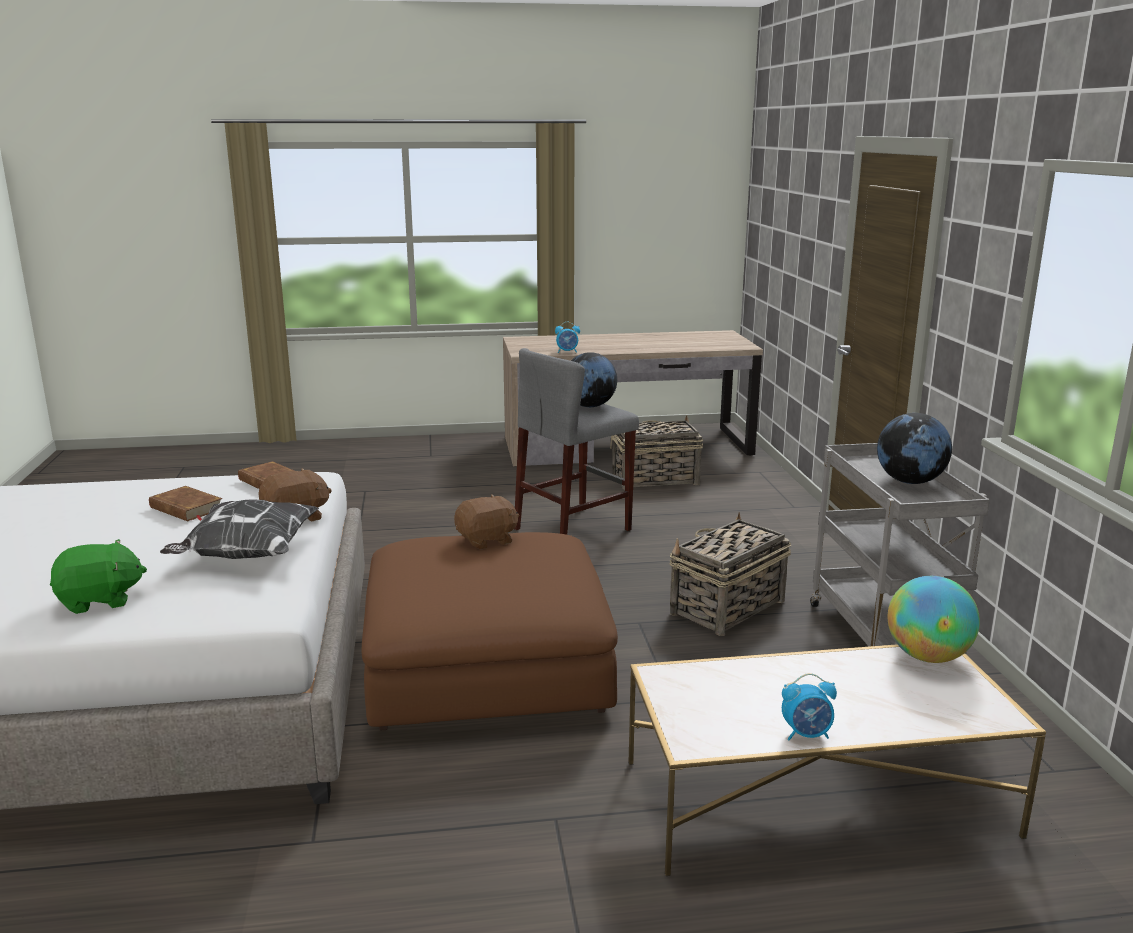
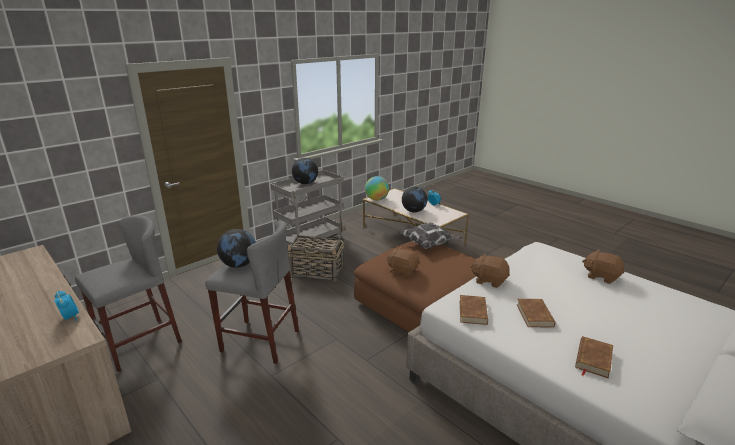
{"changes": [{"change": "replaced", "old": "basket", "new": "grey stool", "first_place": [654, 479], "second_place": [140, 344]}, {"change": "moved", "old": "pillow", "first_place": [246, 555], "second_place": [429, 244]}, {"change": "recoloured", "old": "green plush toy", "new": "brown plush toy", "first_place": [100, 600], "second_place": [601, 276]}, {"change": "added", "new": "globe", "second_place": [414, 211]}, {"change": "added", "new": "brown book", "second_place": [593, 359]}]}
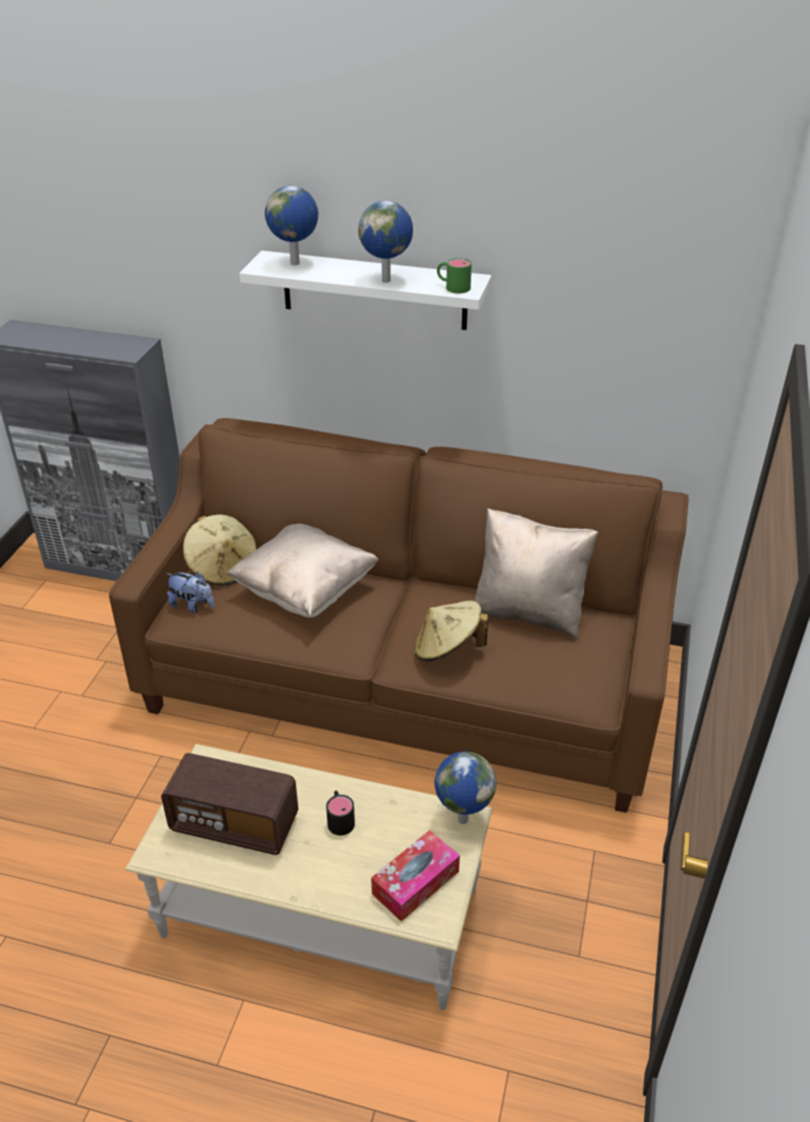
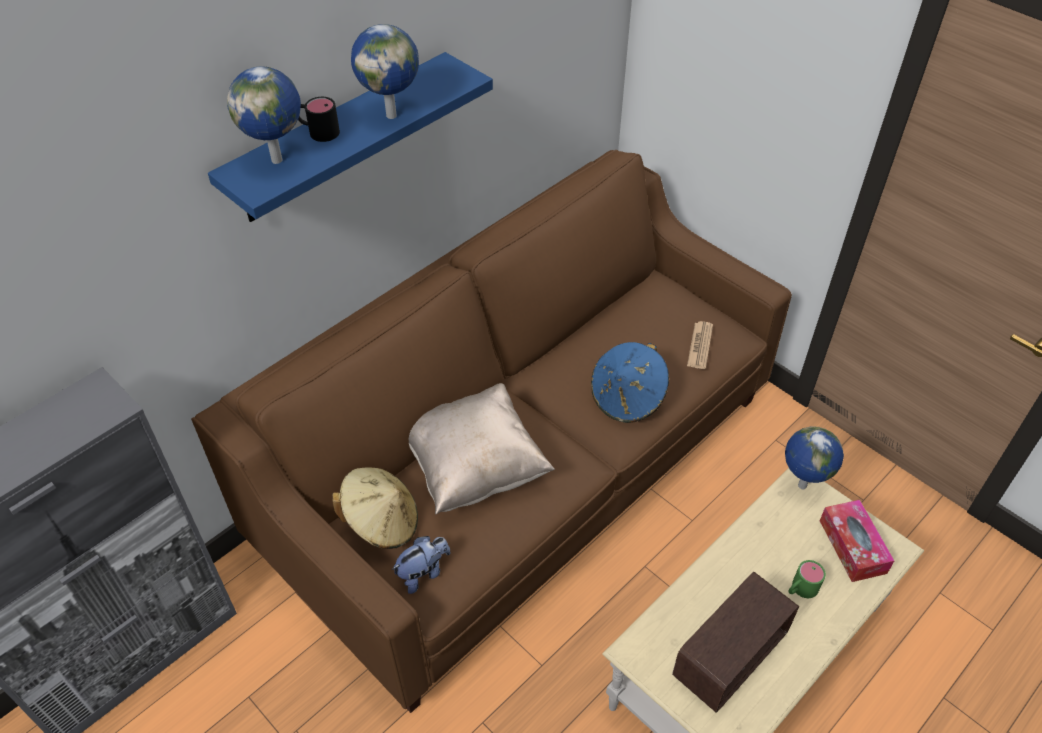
{"changes": [{"change": "recoloured", "old": "white shelf", "new": "blue shelf", "first_place": [374, 290], "second_place": [339, 139]}, {"change": "moved", "old": "green mug", "first_place": [453, 287], "second_place": [800, 589]}, {"change": "removed", "old": "beige pillow", "first_place": [528, 612]}, {"change": "recoloured", "old": "beige hat", "new": "blue hat", "first_place": [447, 649], "second_place": [627, 398]}, {"change": "moved", "old": "black mug", "first_place": [340, 818], "second_place": [318, 131]}, {"change": "added", "new": "newspaper", "second_place": [700, 345]}]}
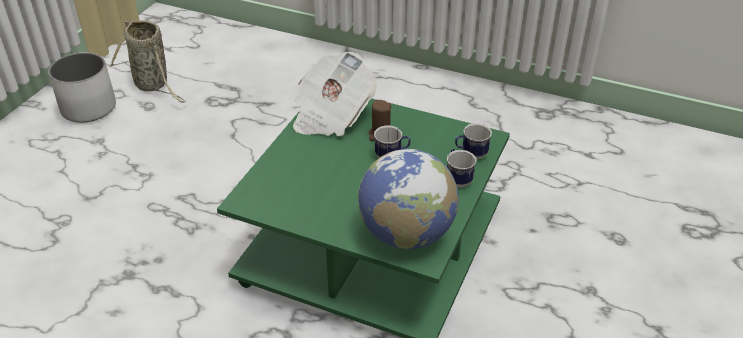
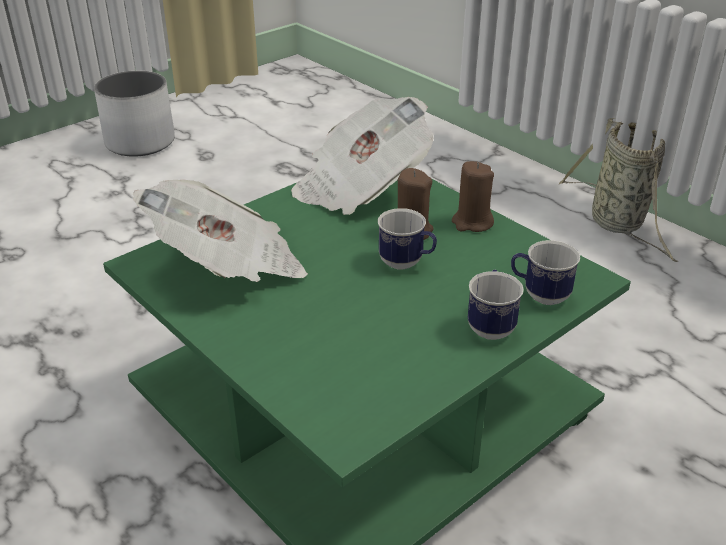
{"changes": [{"change": "moved", "old": "basket", "first_place": [153, 85], "second_place": [619, 224]}, {"change": "removed", "old": "globe", "first_place": [406, 234]}, {"change": "added", "new": "brown candle", "second_place": [472, 222]}, {"change": "added", "new": "newspaper", "second_place": [229, 267]}]}
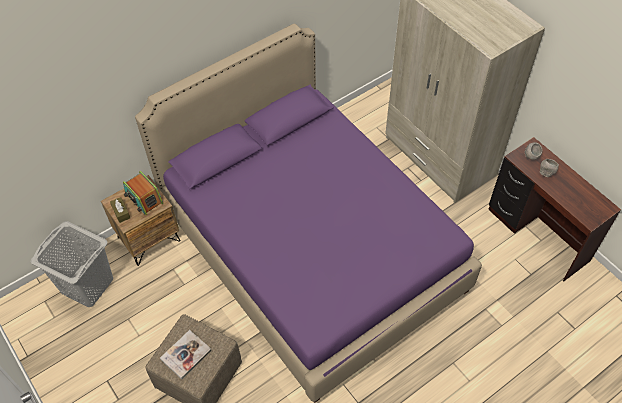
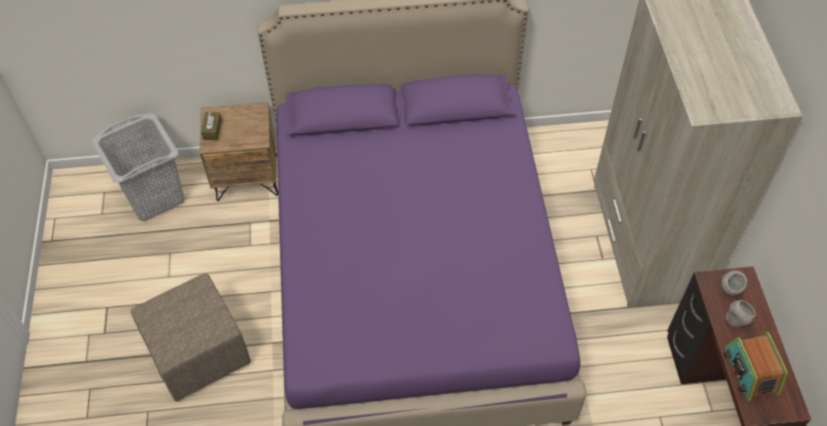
{"changes": [{"change": "moved", "old": "radio", "first_place": [143, 198], "second_place": [750, 371]}, {"change": "removed", "old": "book", "first_place": [186, 355]}]}
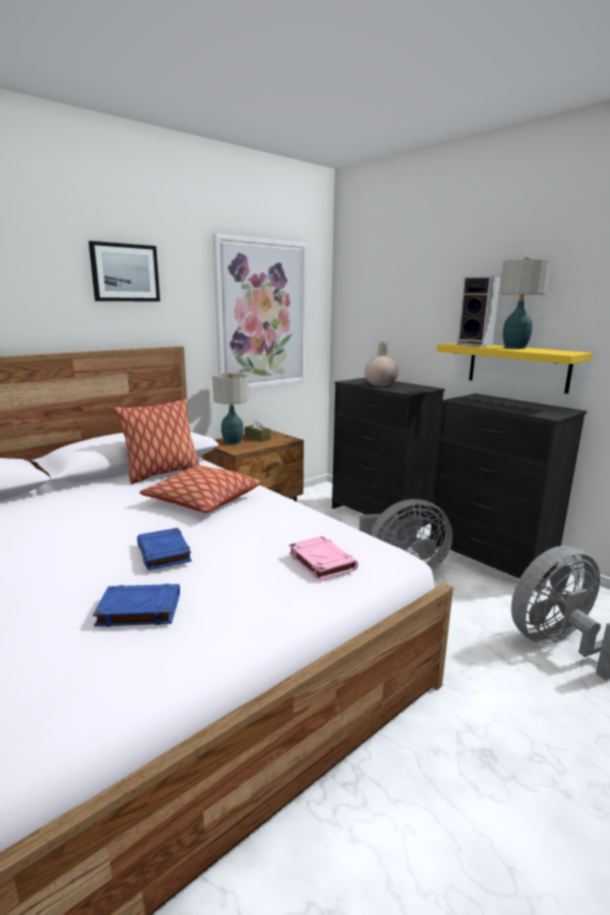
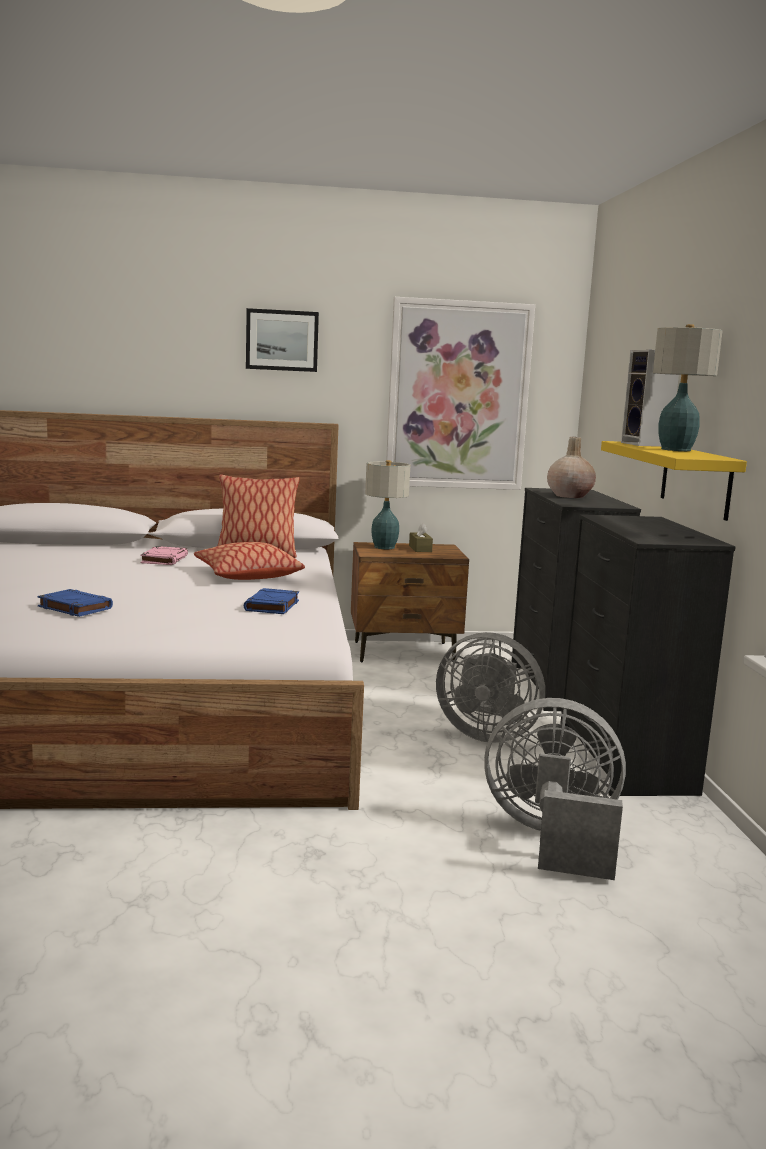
{"changes": [{"change": "moved", "old": "blue book", "first_place": [164, 553], "second_place": [272, 606]}, {"change": "moved", "old": "pink book", "first_place": [321, 561], "second_place": [164, 559]}]}
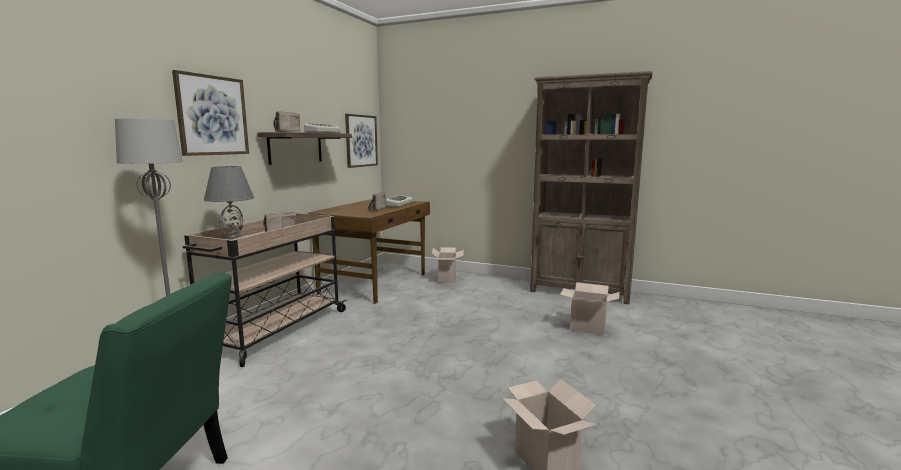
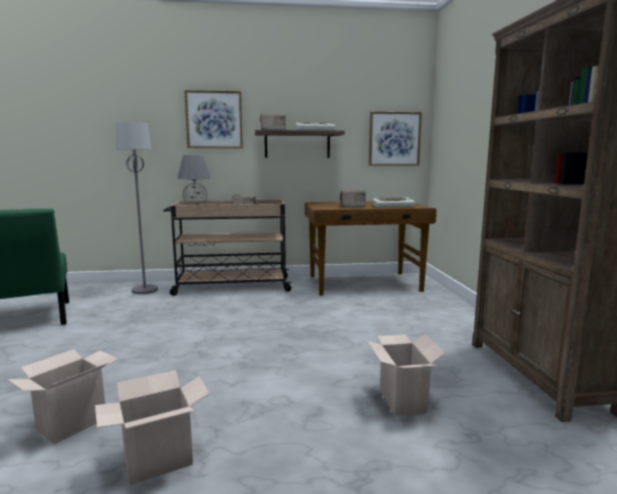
{"changes": [{"change": "moved", "old": "cardboard box", "first_place": [448, 280], "second_place": [156, 463]}]}
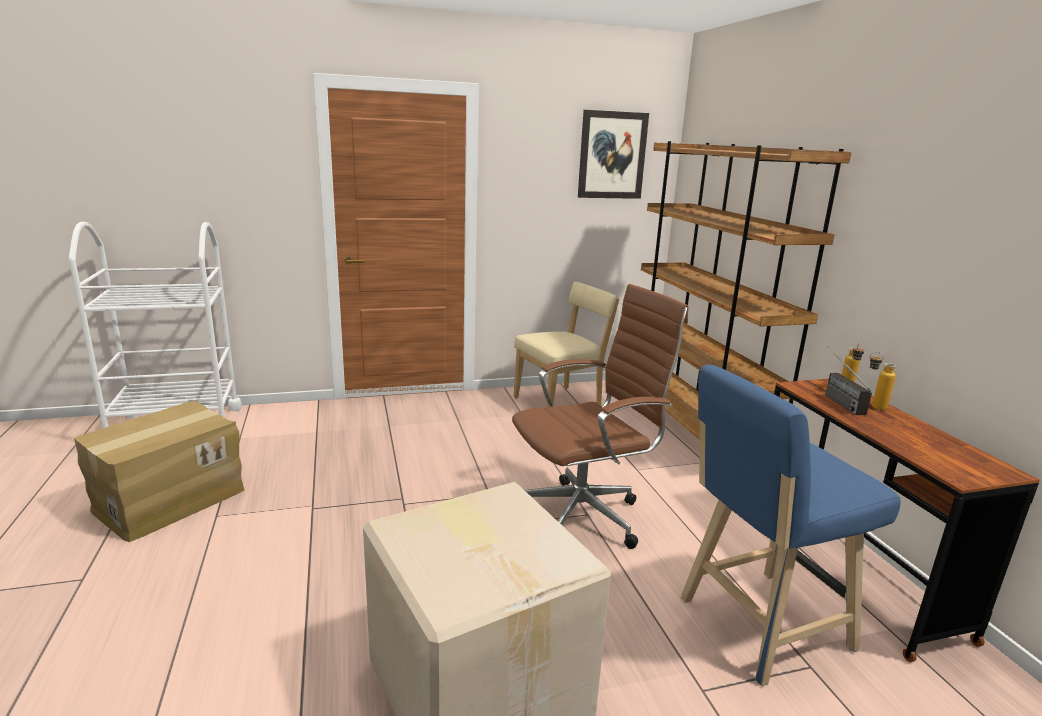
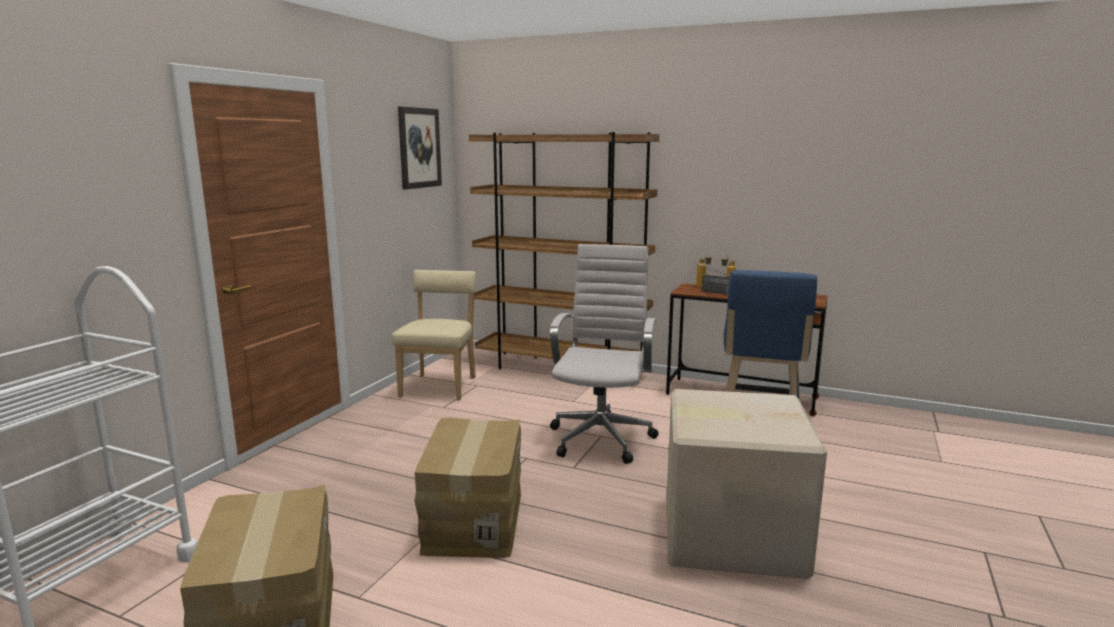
{"changes": [{"change": "recoloured", "old": "brown office chair", "new": "white office chair", "first_place": [585, 516], "second_place": [602, 437]}, {"change": "added", "new": "cardboard box", "second_place": [472, 520]}]}
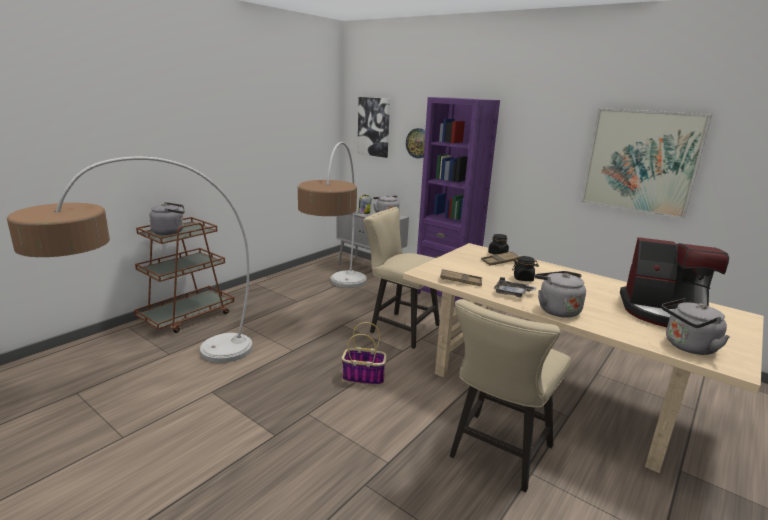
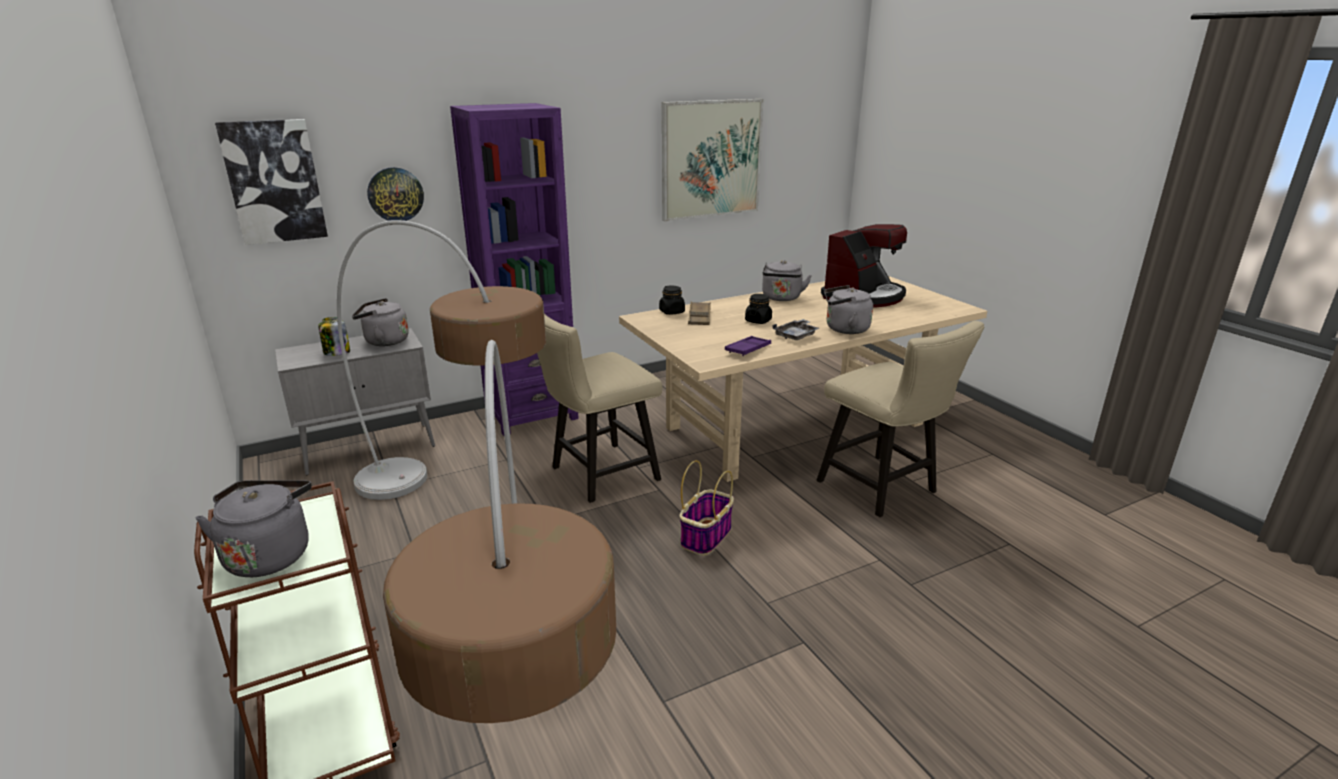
{"changes": [{"change": "recoloured", "old": "brown tray", "new": "purple tray", "first_place": [460, 281], "second_place": [748, 349]}, {"change": "moved", "old": "grey kettle", "first_place": [687, 347], "second_place": [781, 298]}]}
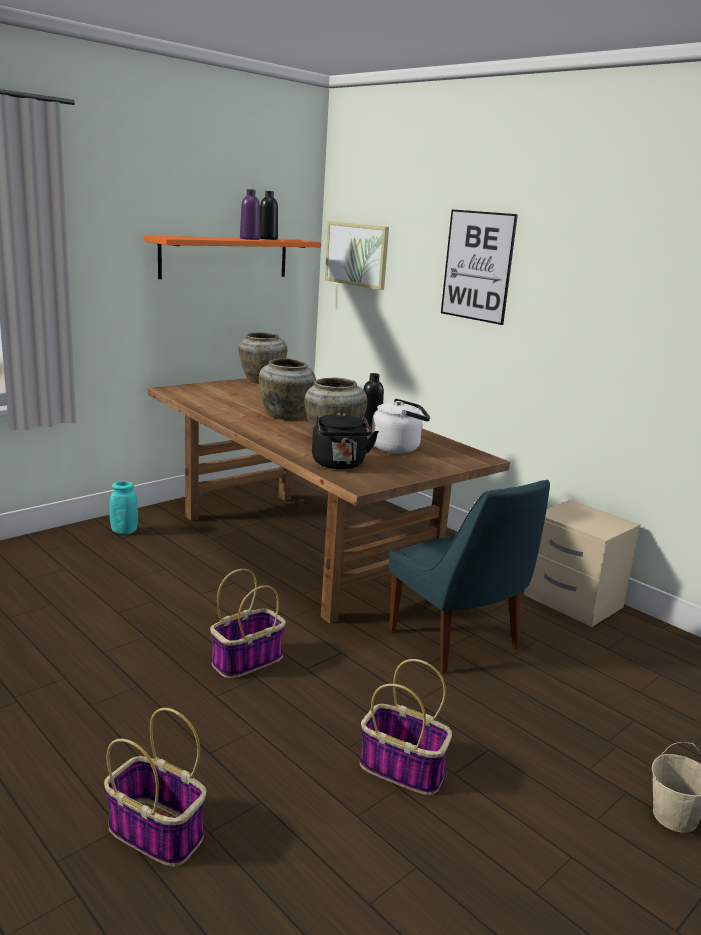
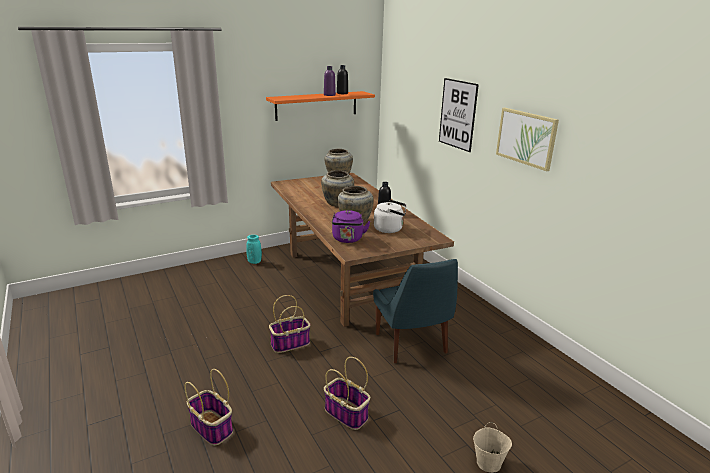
{"changes": [{"change": "moved", "old": "picture", "first_place": [357, 254], "second_place": [526, 138]}, {"change": "recoloured", "old": "black kettle", "new": "purple kettle", "first_place": [339, 465], "second_place": [348, 239]}, {"change": "removed", "old": "beige nightstand", "first_place": [571, 602]}]}
